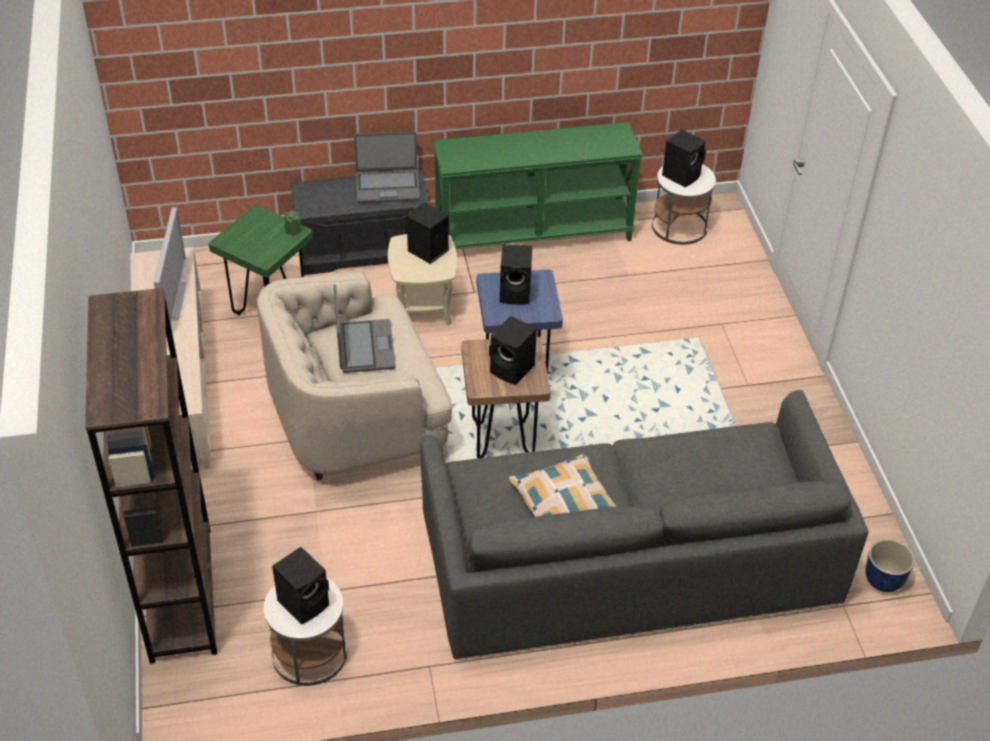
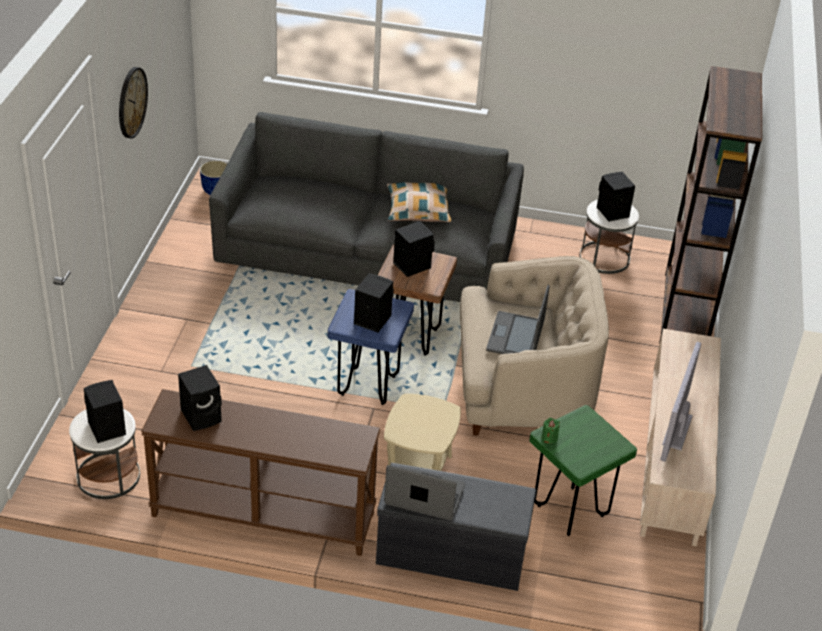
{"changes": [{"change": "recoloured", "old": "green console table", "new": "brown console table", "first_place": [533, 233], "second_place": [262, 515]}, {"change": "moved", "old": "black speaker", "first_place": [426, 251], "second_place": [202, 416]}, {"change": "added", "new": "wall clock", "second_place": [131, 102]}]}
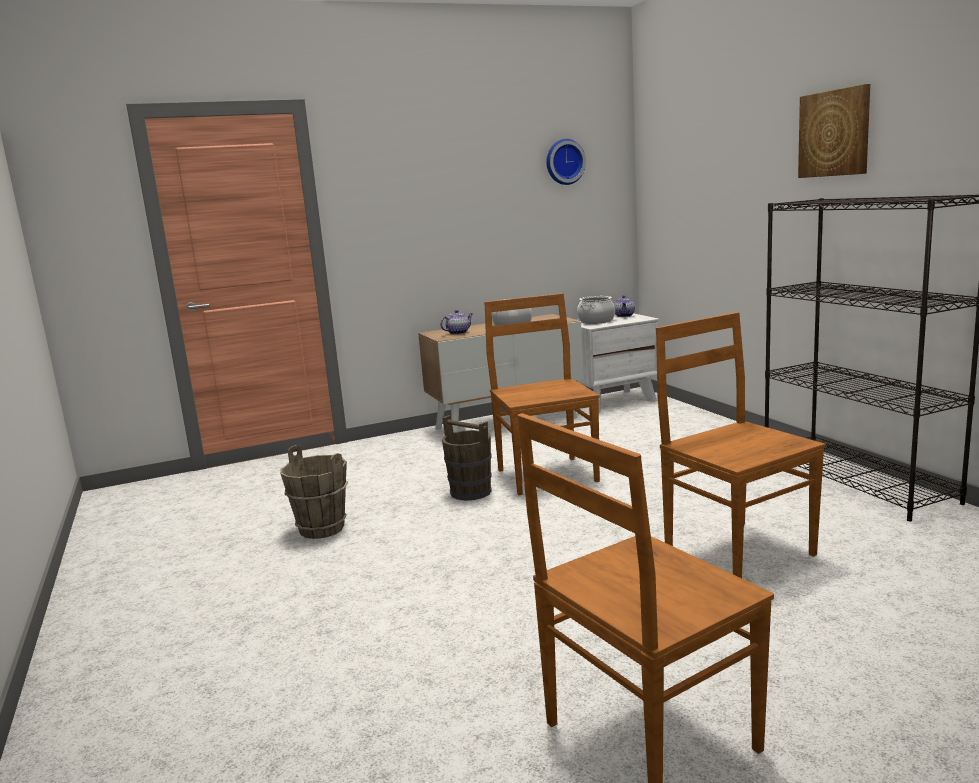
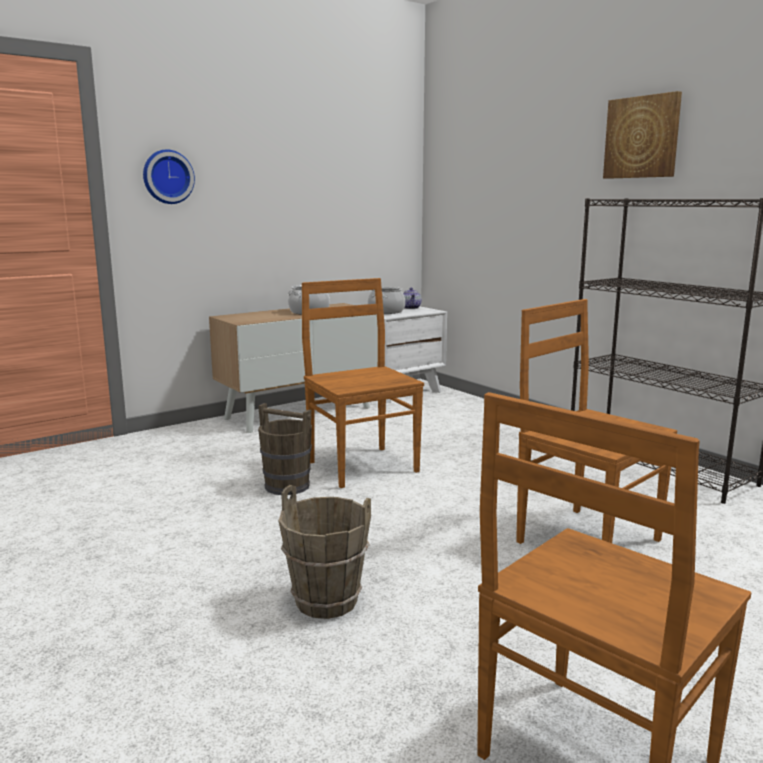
{"changes": [{"change": "moved", "old": "wall clock", "first_place": [564, 162], "second_place": [167, 177]}, {"change": "removed", "old": "teapot", "first_place": [458, 333]}, {"change": "moved", "old": "brown bucket", "first_place": [321, 529], "second_place": [326, 601]}]}
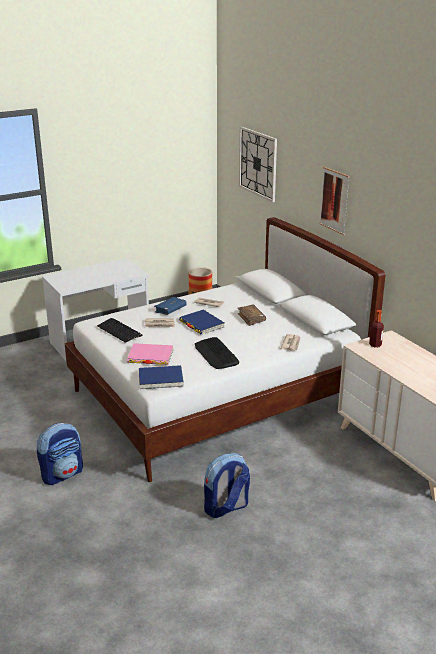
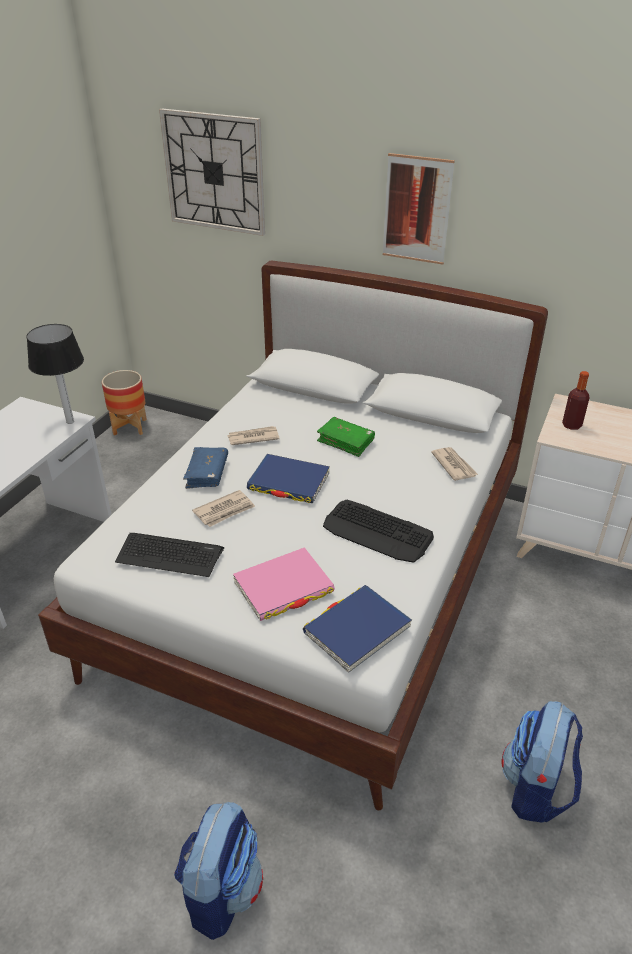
{"changes": [{"change": "recoloured", "old": "brown book", "new": "green book", "first_place": [251, 318], "second_place": [346, 441]}, {"change": "added", "new": "table lamp", "second_place": [70, 421]}]}
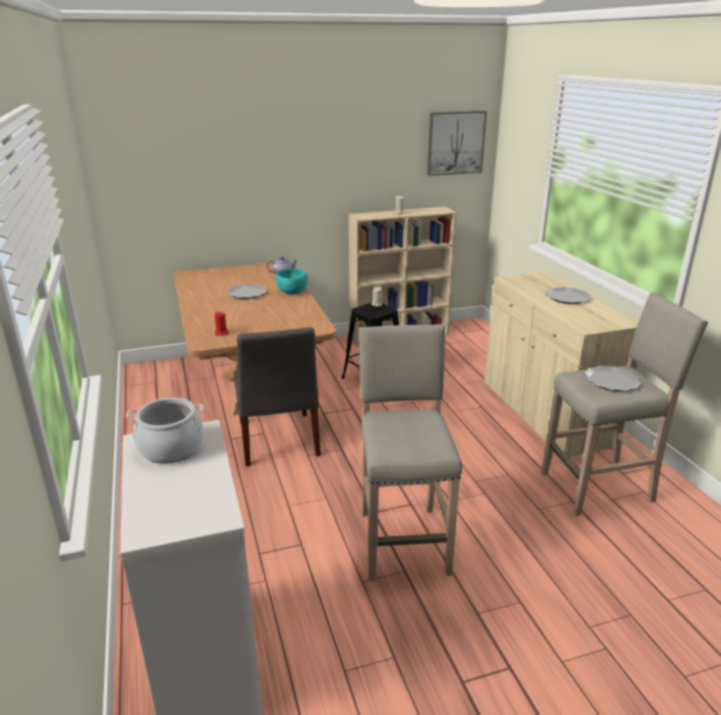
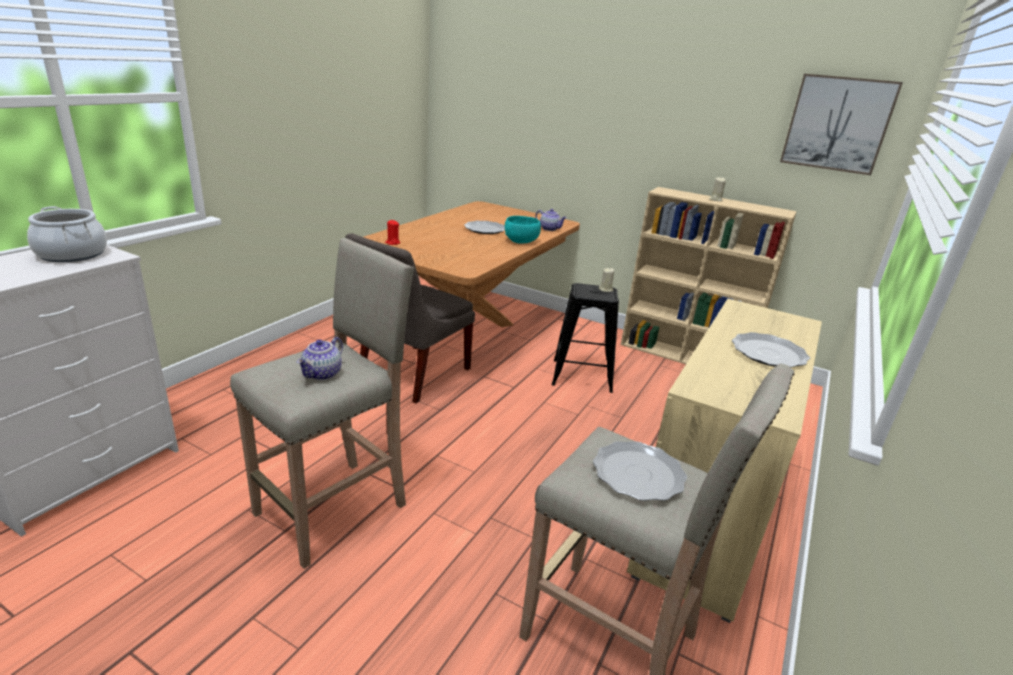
{"changes": [{"change": "added", "new": "teapot", "second_place": [322, 374]}]}
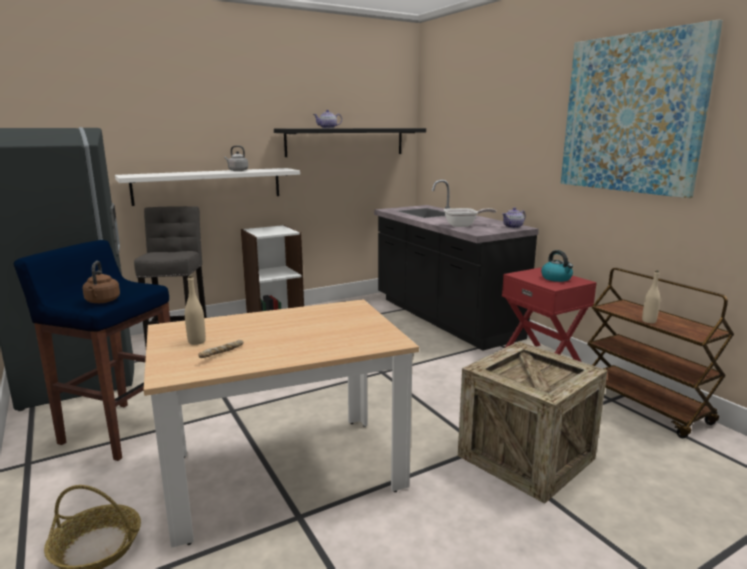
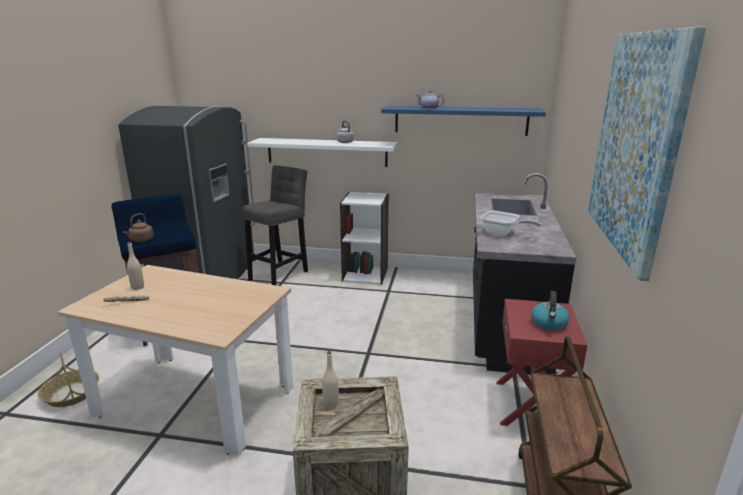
{"changes": [{"change": "recoloured", "old": "black shelf", "new": "blue shelf", "first_place": [345, 142], "second_place": [460, 120]}, {"change": "removed", "old": "teapot", "first_place": [513, 227]}, {"change": "moved", "old": "beige bottle", "first_place": [649, 321], "second_place": [331, 403]}]}
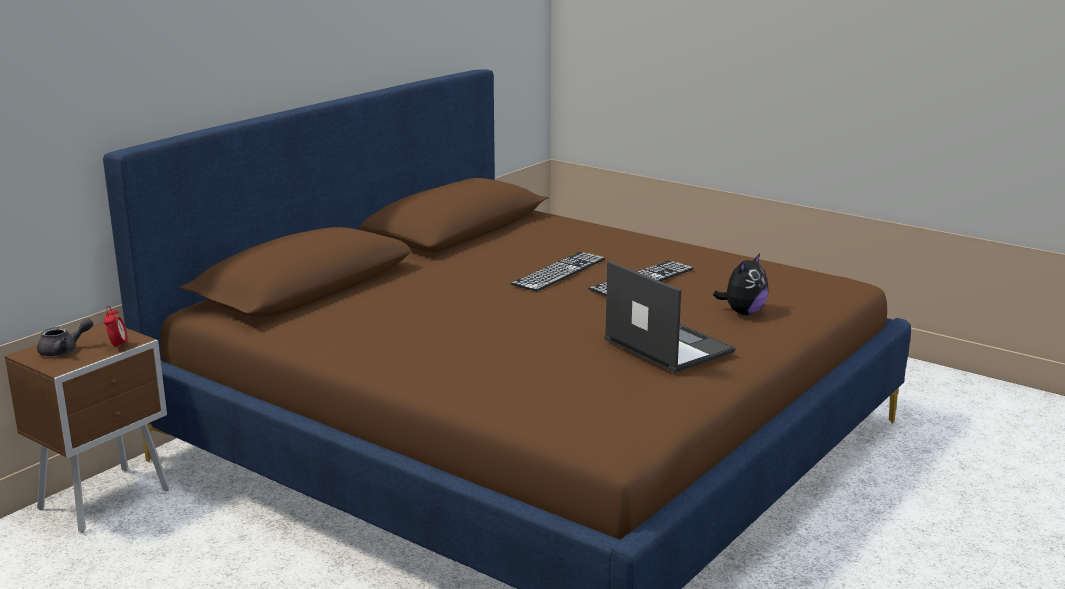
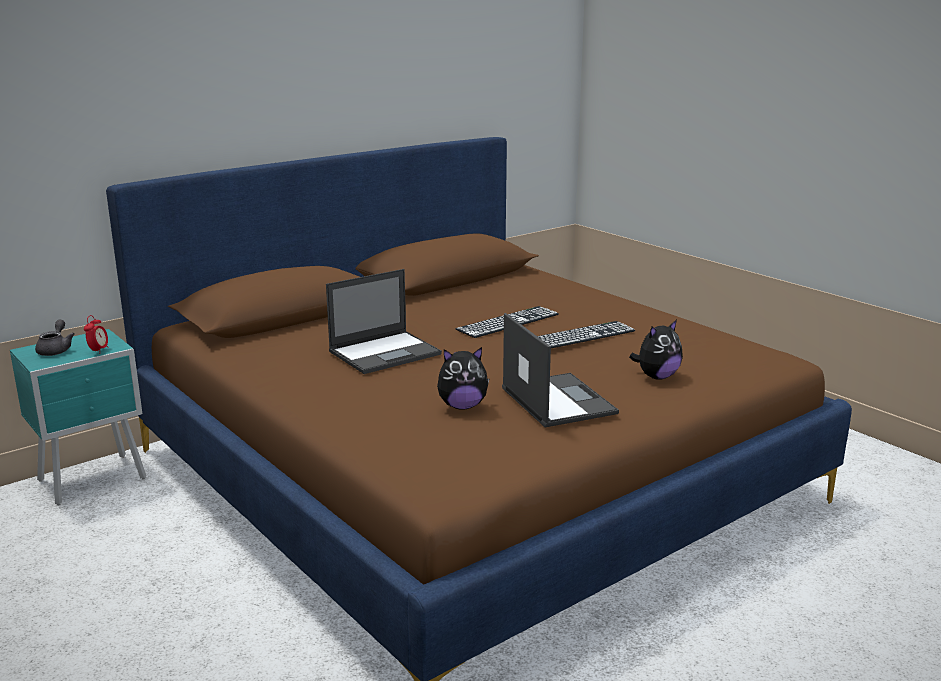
{"changes": [{"change": "turned", "old": "grey teapot", "first_place": [64, 350], "second_place": [56, 350], "degrees": -75}, {"change": "recoloured", "old": "brown nightstand", "new": "turquoise nightstand", "first_place": [108, 499], "second_place": [95, 479]}, {"change": "added", "new": "laptop", "second_place": [386, 352]}, {"change": "added", "new": "plush toy", "second_place": [462, 406]}]}
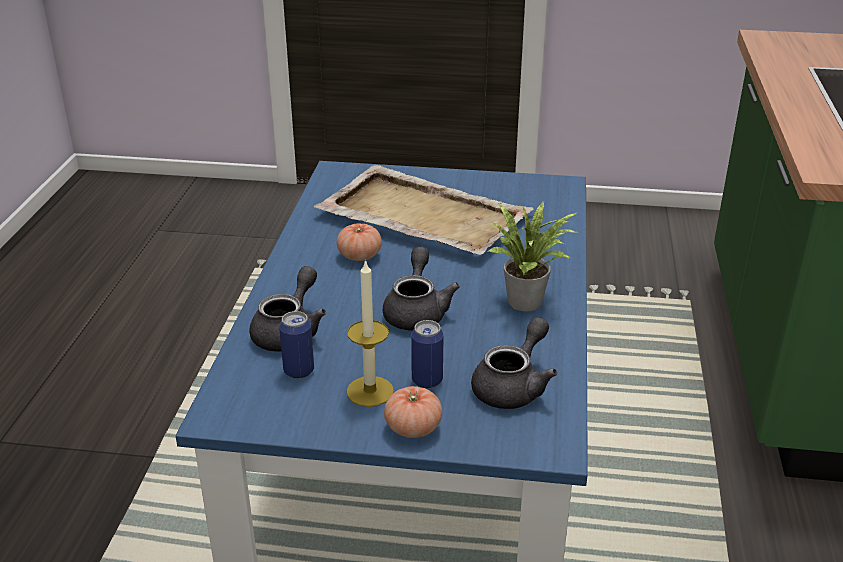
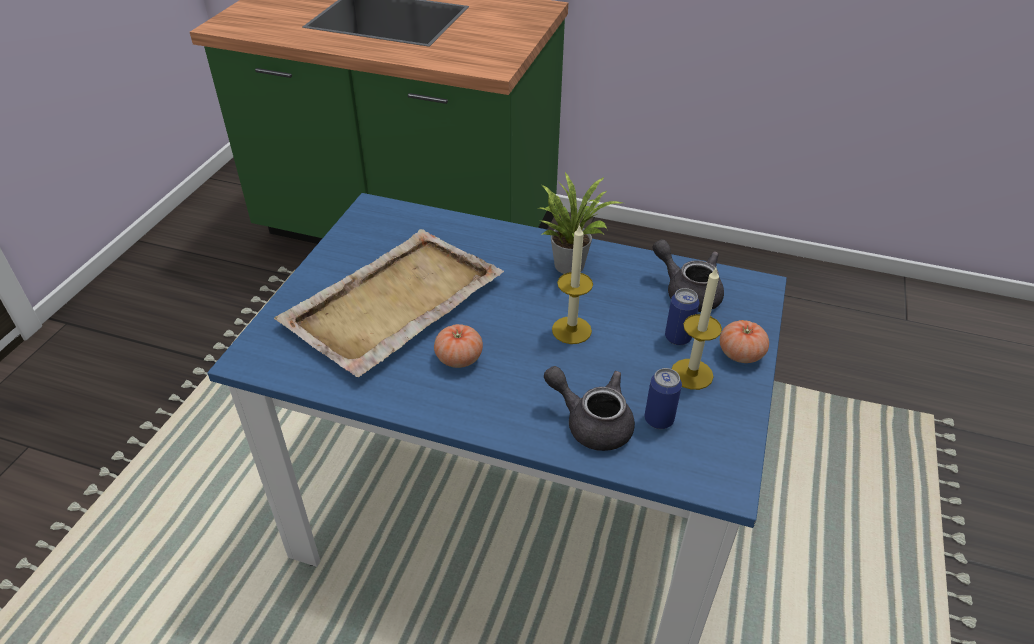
{"changes": [{"change": "replaced", "old": "grey teapot", "new": "candle", "first_place": [417, 311], "second_place": [571, 330]}]}
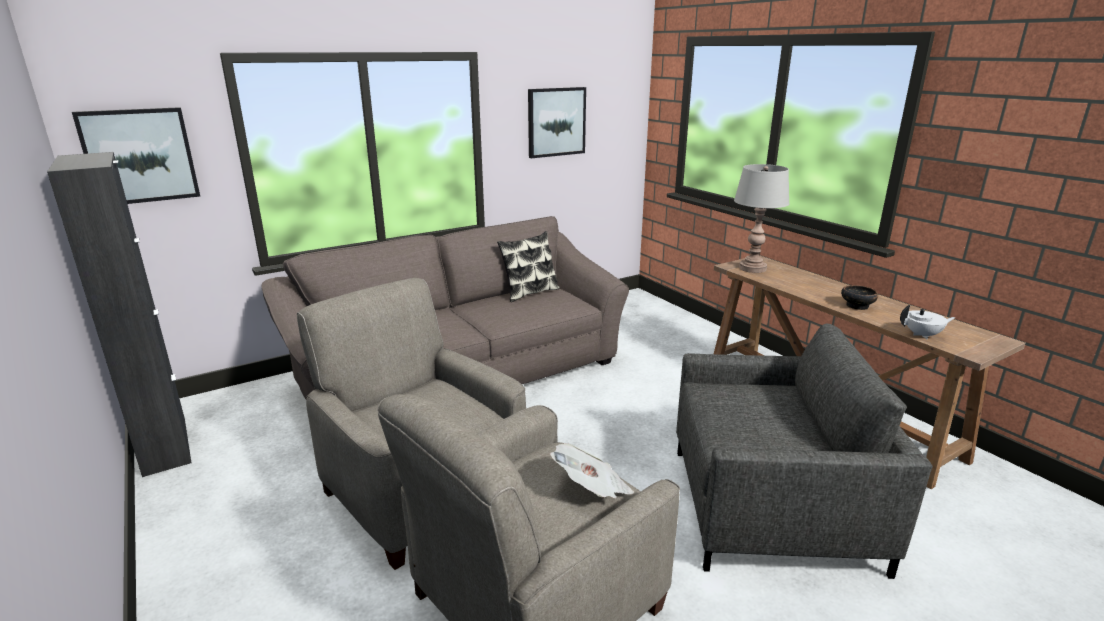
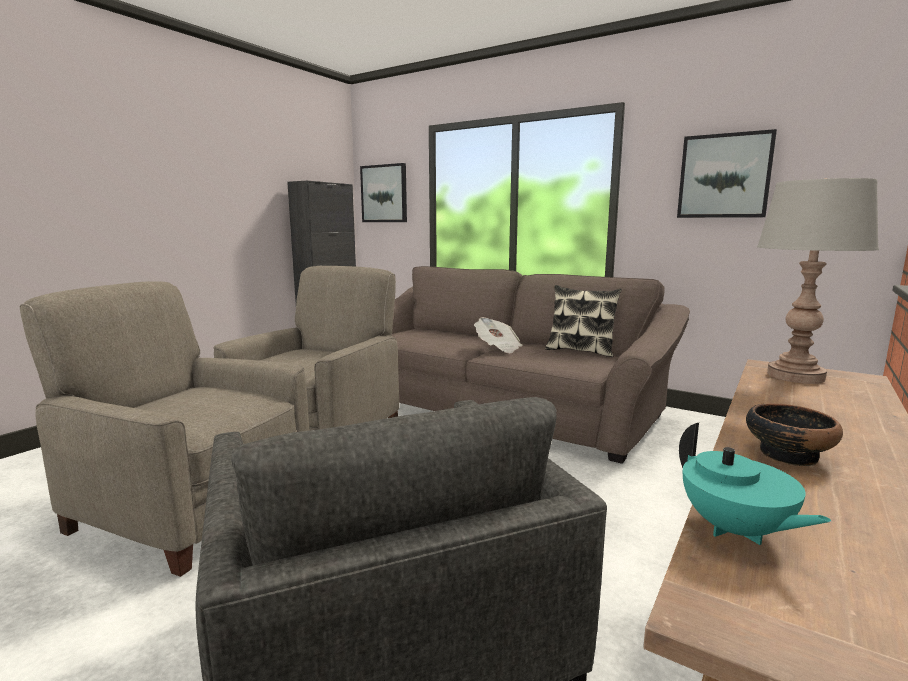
{"changes": [{"change": "recoloured", "old": "white teapot", "new": "turquoise teapot", "first_place": [922, 335], "second_place": [735, 530]}, {"change": "moved", "old": "newspaper", "first_place": [592, 489], "second_place": [498, 348]}]}
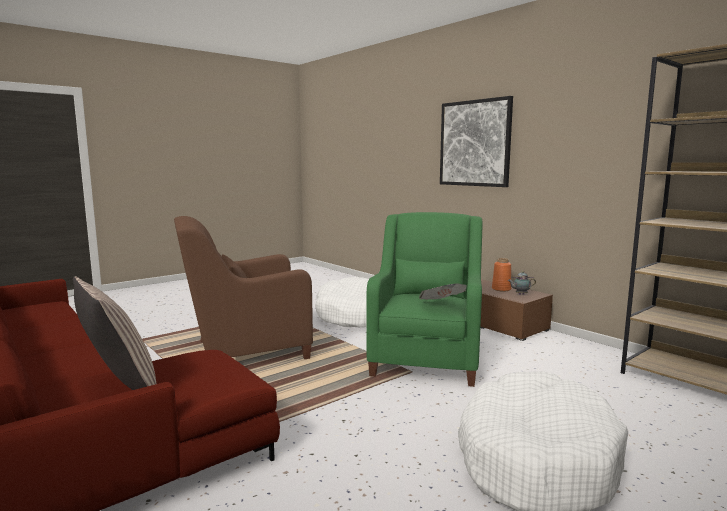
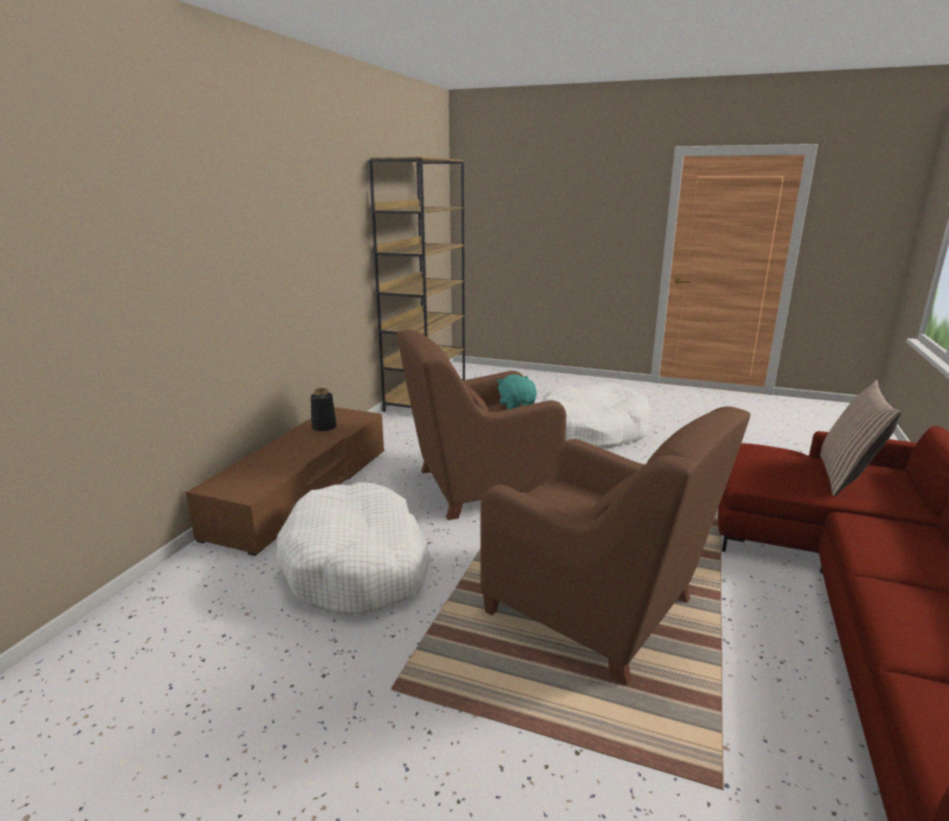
{"changes": [{"change": "removed", "old": "picture", "first_place": [474, 143]}, {"change": "recoloured", "old": "green armchair", "new": "brown armchair", "first_place": [426, 358], "second_place": [479, 486]}, {"change": "recoloured", "old": "orange vase", "new": "black vase", "first_place": [501, 289], "second_place": [324, 427]}, {"change": "removed", "old": "teapot", "first_place": [520, 294]}, {"change": "replaced", "old": "newspaper", "new": "turquoise plush toy", "first_place": [441, 305], "second_place": [517, 405]}]}
